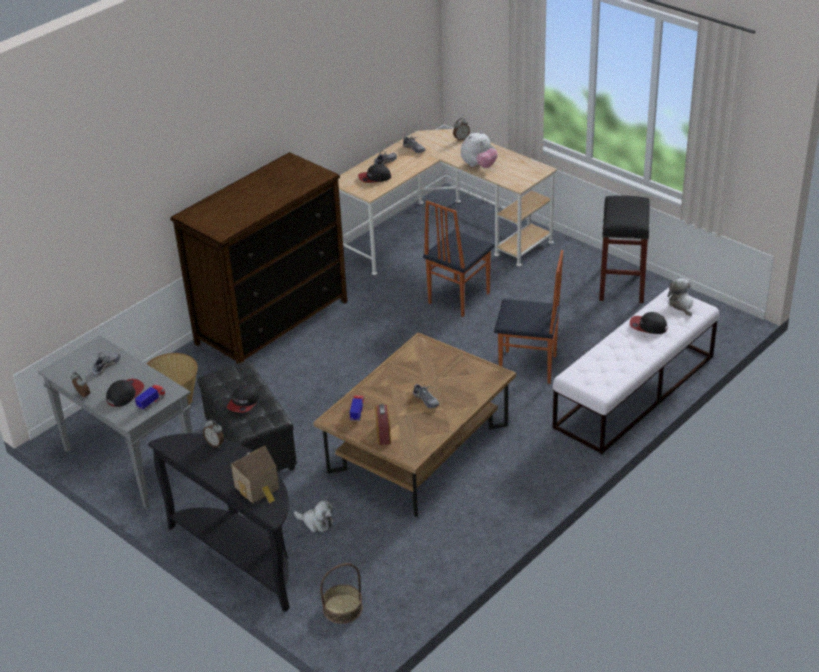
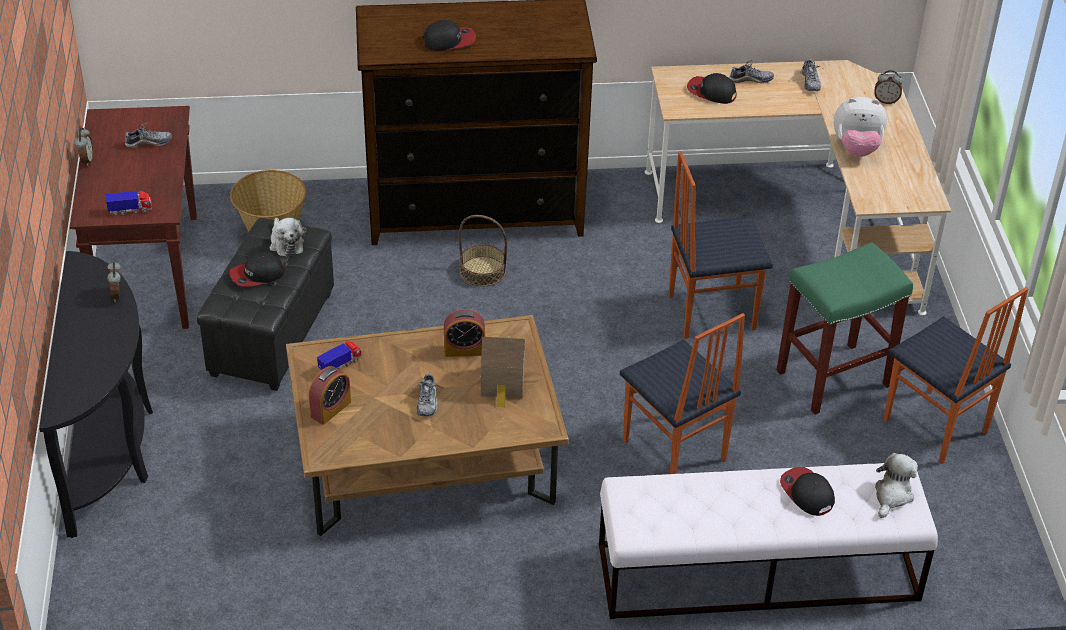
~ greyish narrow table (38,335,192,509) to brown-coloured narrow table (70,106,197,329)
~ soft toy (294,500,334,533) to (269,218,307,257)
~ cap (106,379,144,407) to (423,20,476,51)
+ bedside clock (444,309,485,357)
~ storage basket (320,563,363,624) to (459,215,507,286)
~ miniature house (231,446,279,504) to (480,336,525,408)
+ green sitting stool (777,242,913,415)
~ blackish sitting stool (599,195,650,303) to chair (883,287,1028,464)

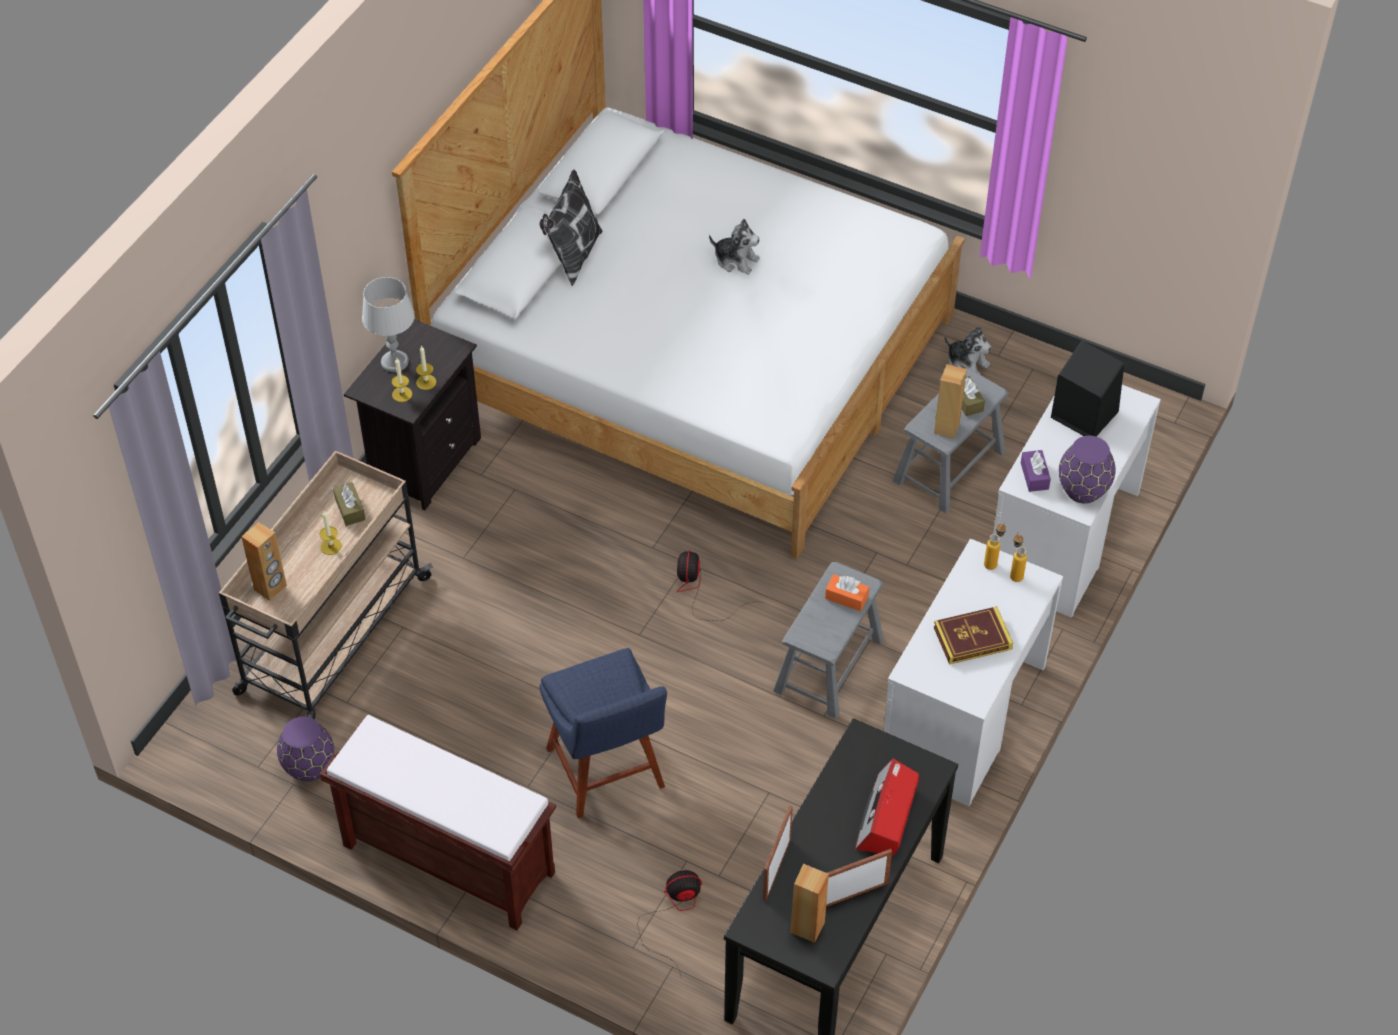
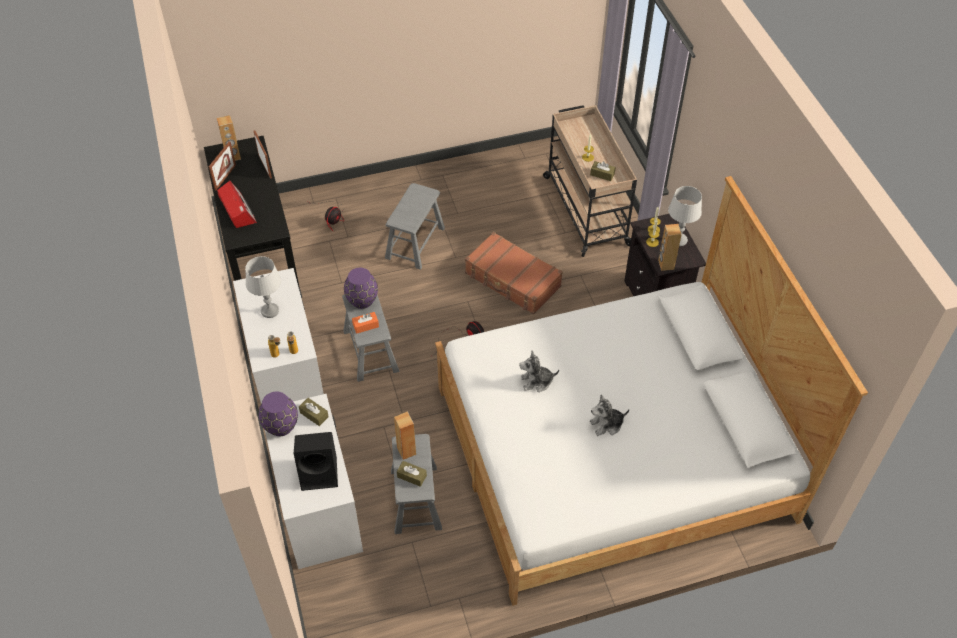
~ bound book (934,606,1013,664) to greyish lamp for a table (245,256,281,318)
~ purplish box of tissues (1021,450,1051,492) to brown-coloured box of tissues (299,398,329,426)
~ purplish decorative vase (277,716,334,782) to (344,268,378,309)
~ blue chair (539,648,667,818) to greyish sitting stool (385,183,445,270)
+ brown-coloured suitcase (465,232,563,314)
~ soft toy (944,326,991,374) to (519,350,559,392)
~ brown-coloured loudspeaker (241,522,287,601) to (658,224,682,271)
- brown-coloured long seat (320,715,556,930)
- throw pillow (540,169,603,286)

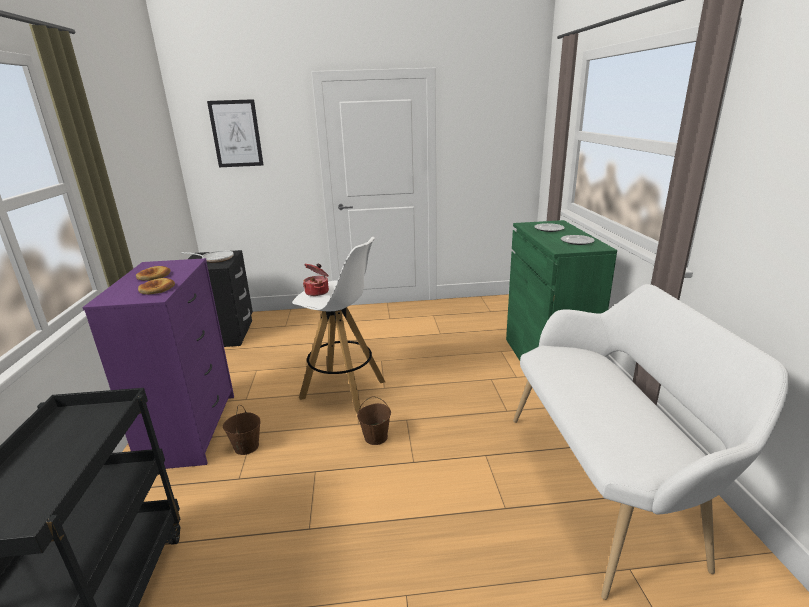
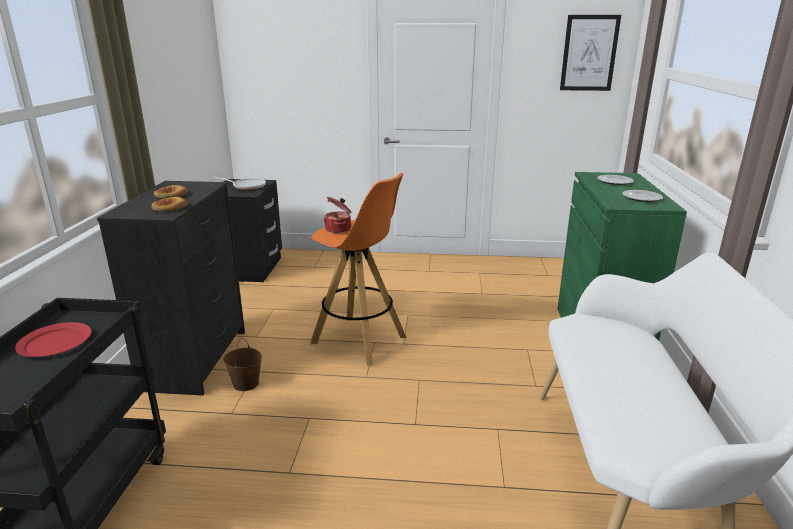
+ red-coloured dinner plate (15,322,91,357)
~ purplish dresser (82,258,234,469) to blackish dresser (97,181,245,396)
~ white sitting stool (292,237,385,413) to orangey sitting stool (310,173,407,366)
~ wall art (207,99,263,167) to (560,15,621,91)
- brown-coloured pail (357,396,391,445)

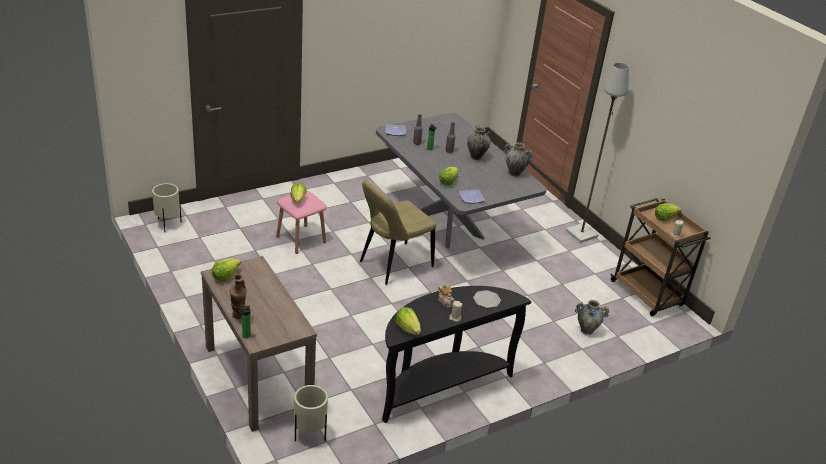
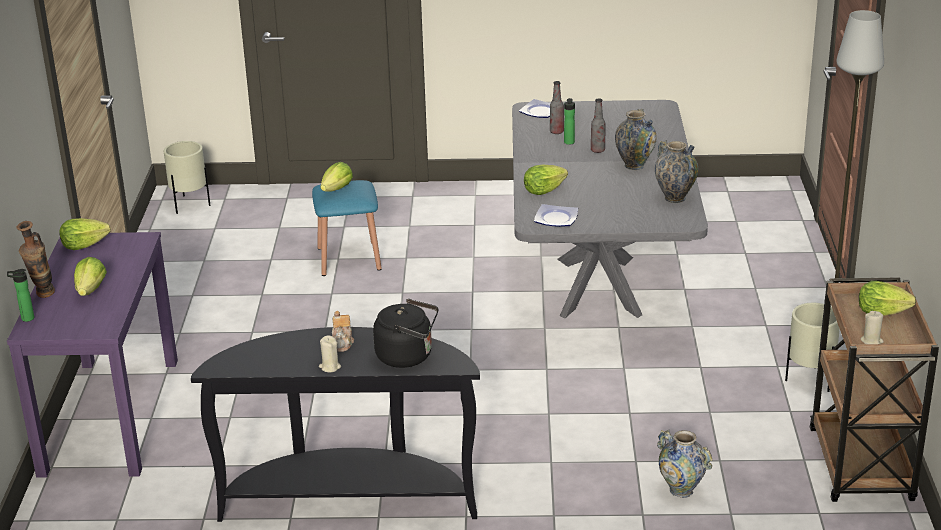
~ brown-coloured narrow table (201,256,317,432) to purplish narrow table (7,232,178,478)
~ head of lettuce (396,307,421,335) to (74,257,107,296)
~ pink sitting stool (276,191,327,254) to blue sitting stool (312,180,382,276)
~ dinner plate (473,290,501,308) to blackish tea kettle (373,299,438,368)
~ beige planter (294,385,328,441) to (785,303,840,392)
- beige chair (360,180,436,285)

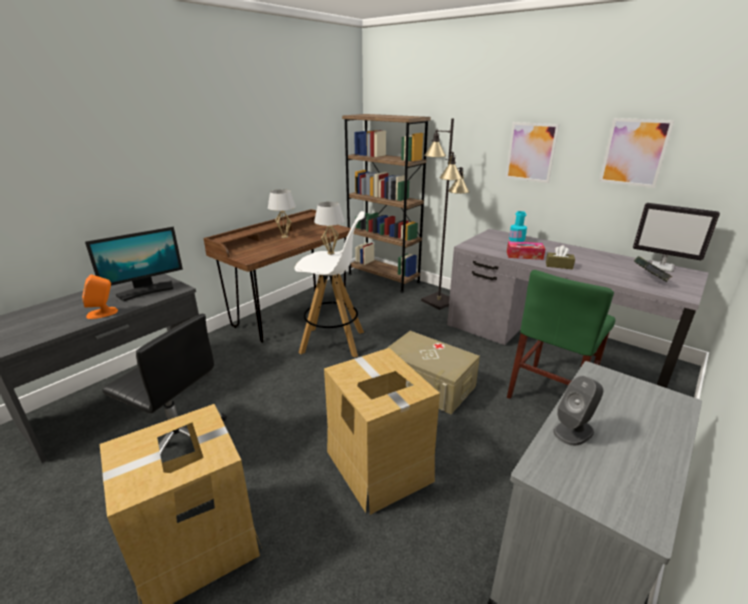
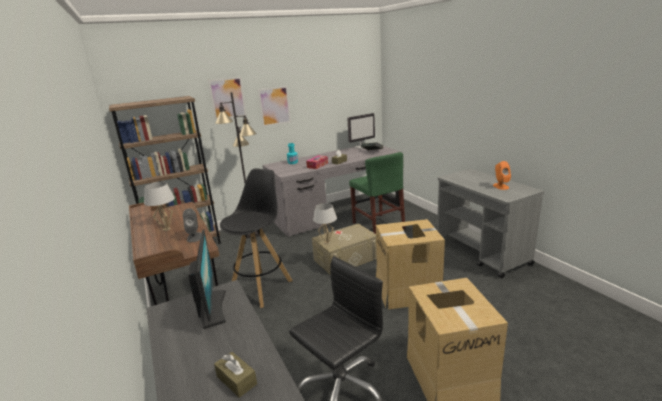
~ greyish loudspeaker (553,376,603,446) to (183,208,202,242)
~ wall art (599,118,675,188) to (208,77,247,120)
+ brown-coloured box of tissues (214,352,257,398)
~ white sitting stool (294,211,365,358) to blackish sitting stool (220,168,292,308)
~ white lamp for a table (314,202,345,255) to (313,203,337,244)
~ orangey loudspeaker (82,274,118,319) to (493,161,511,190)

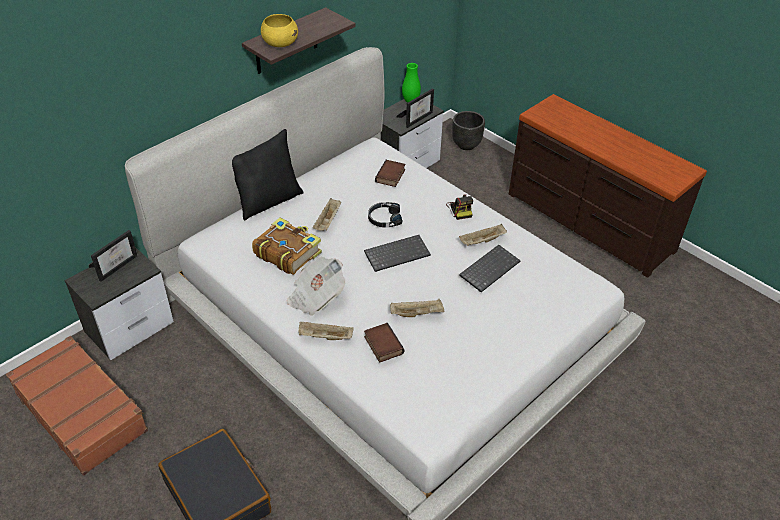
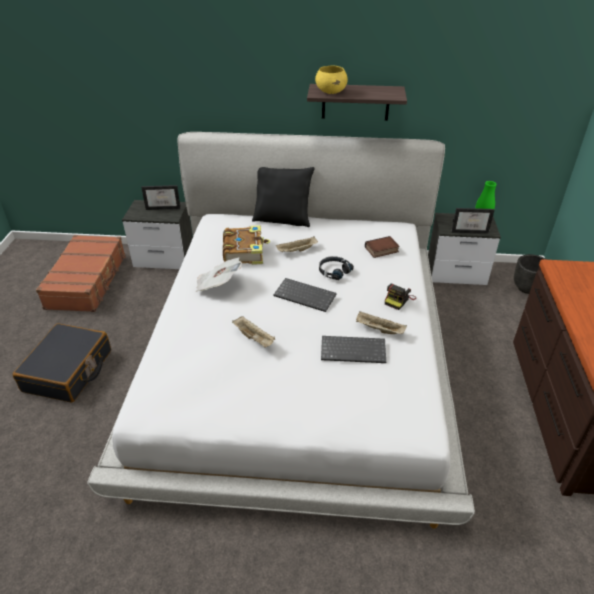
- beige tray (299,321,354,340)
- bound book (364,323,404,363)

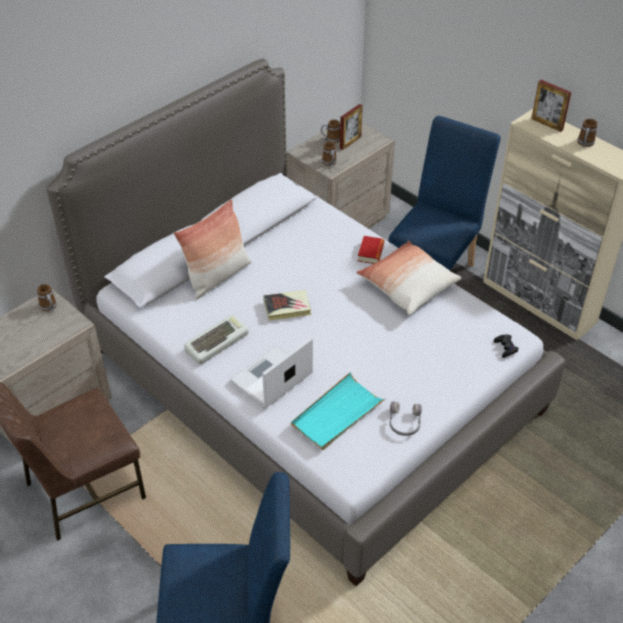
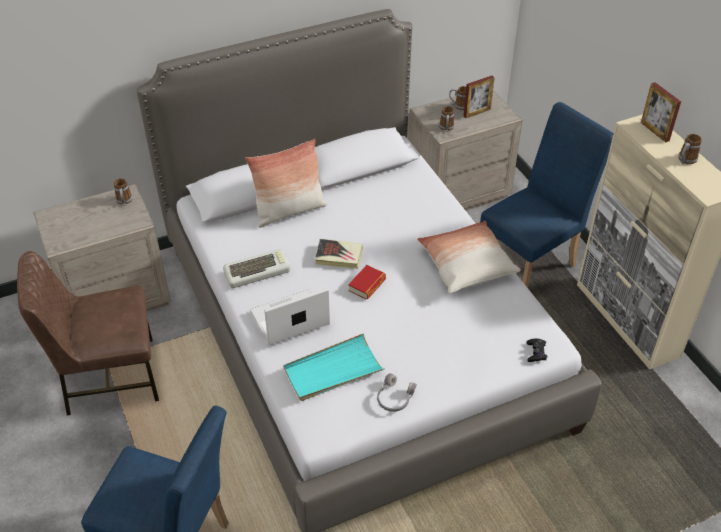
~ bound book (358,236,384,264) to (348,265,386,300)

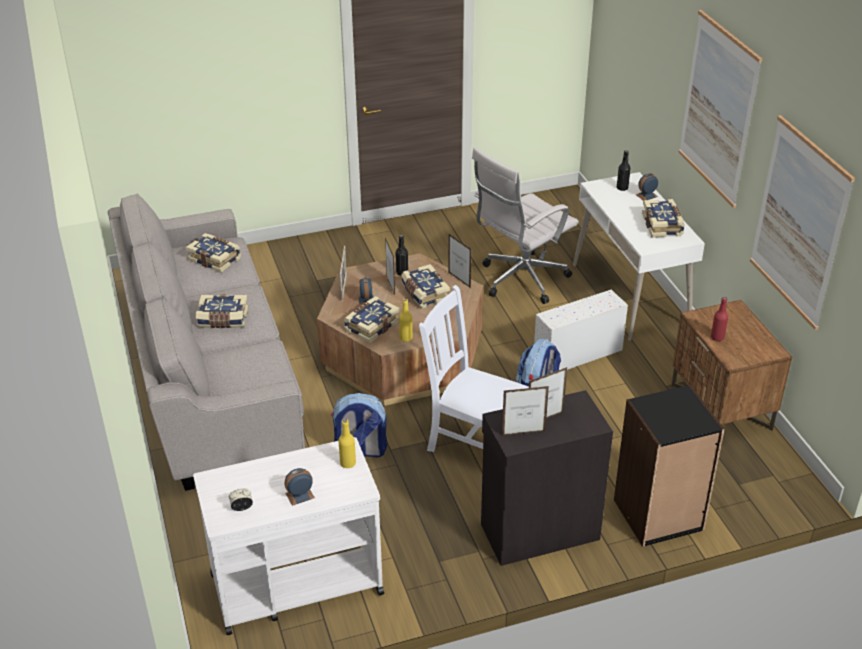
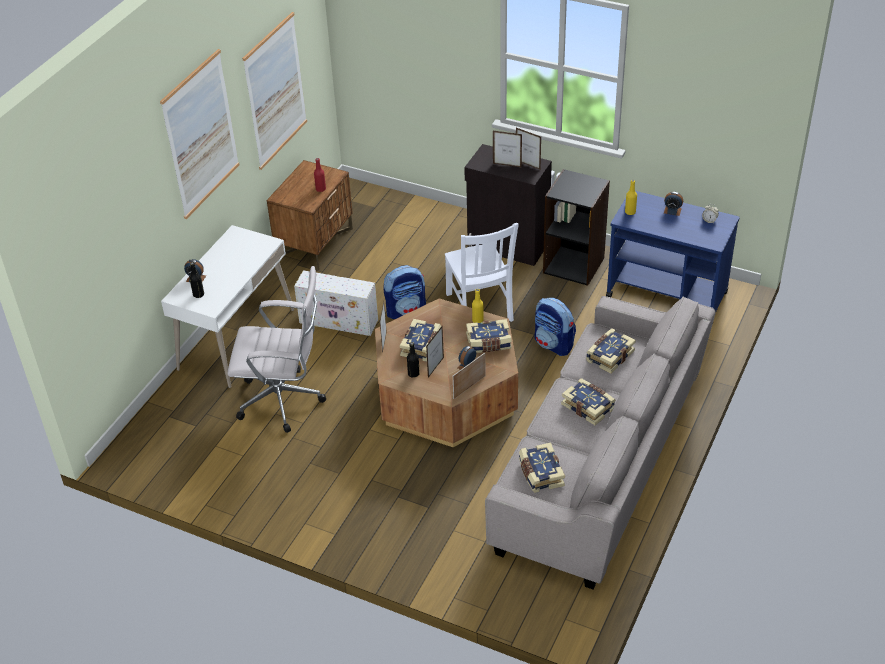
~ blackish bookcase (614,385,725,547) to (543,169,610,286)
~ bound book (642,199,685,238) to (586,328,636,374)
~ white wheeled cart (193,437,384,635) to blue wheeled cart (606,191,740,322)

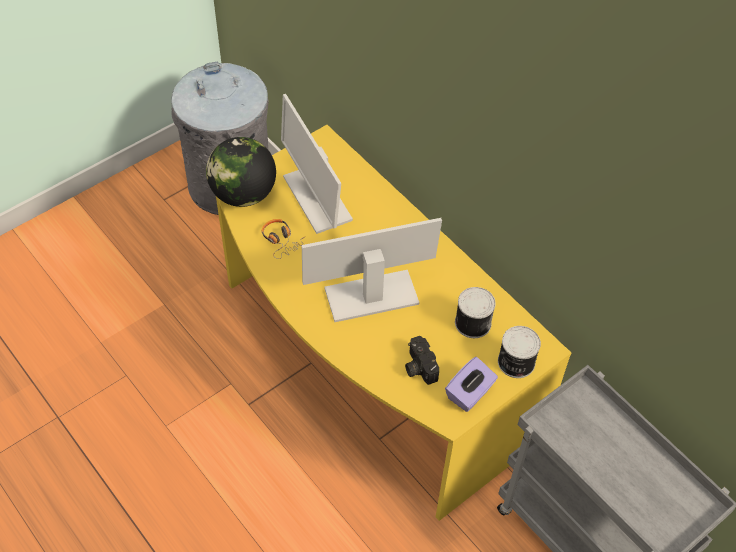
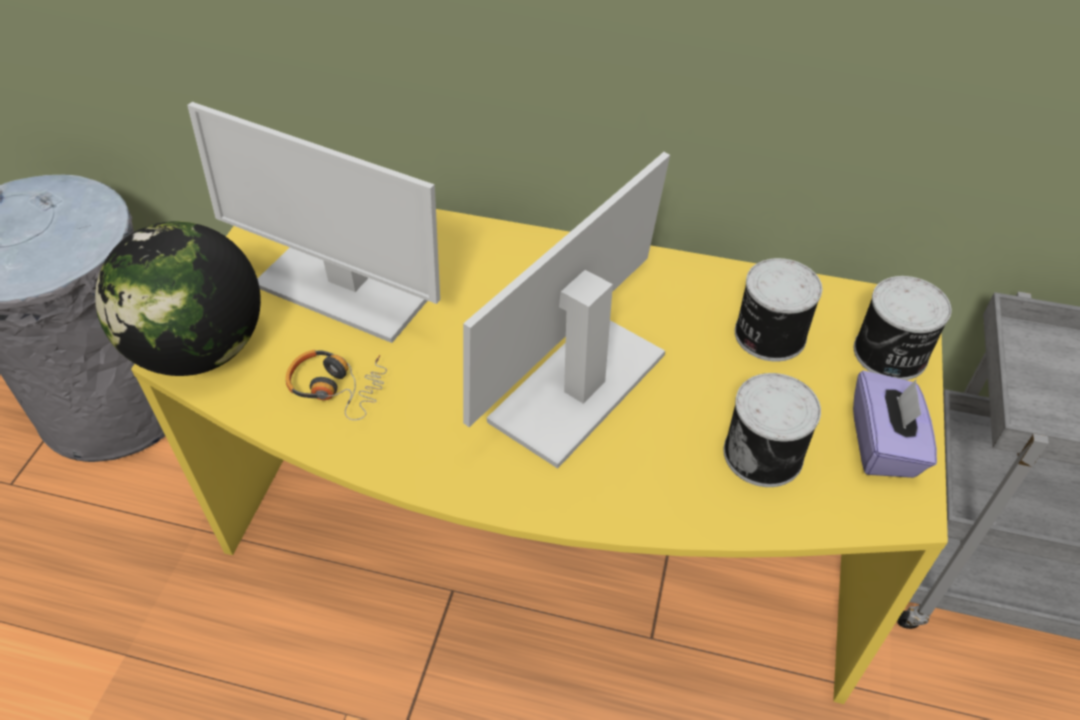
~ photo camera (405,336,439,385) to can (723,373,821,487)

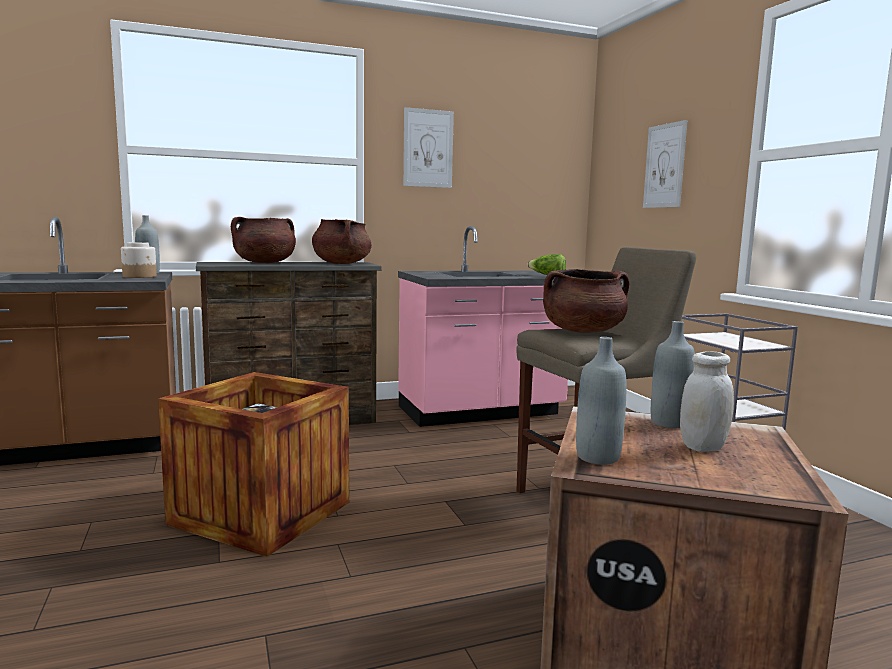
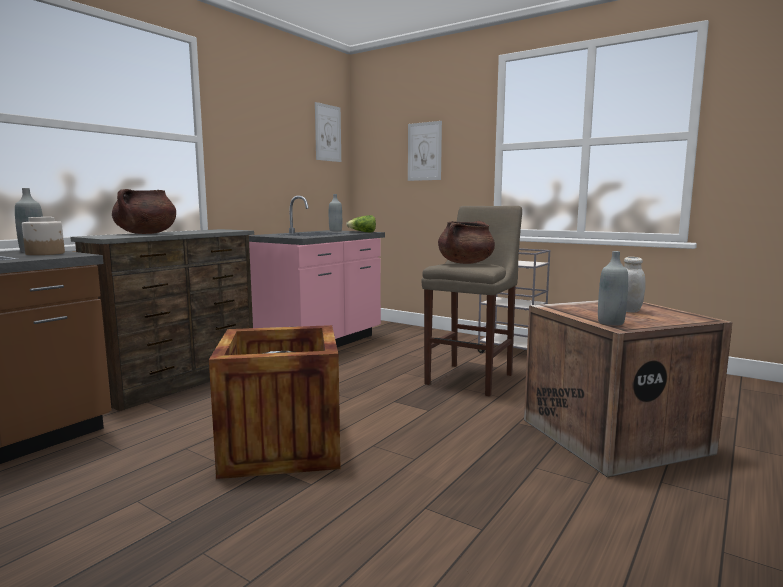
~ wall art (403,107,454,188) to (315,102,341,162)
~ greyish drink bottle (651,321,695,428) to (329,194,342,231)
- brown-coloured stockpot (312,219,372,264)

